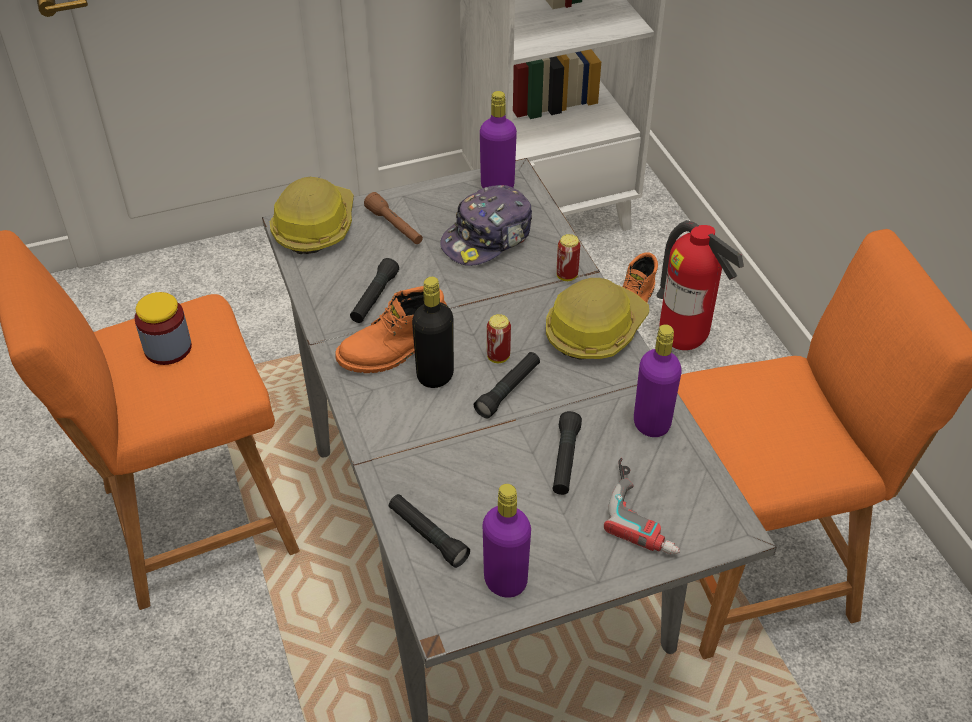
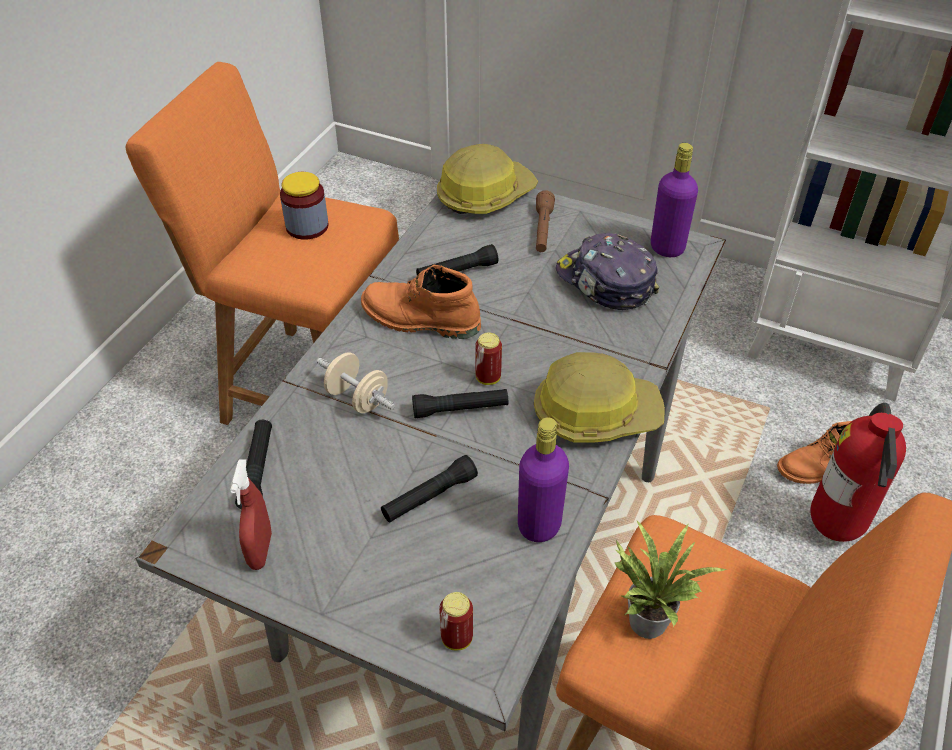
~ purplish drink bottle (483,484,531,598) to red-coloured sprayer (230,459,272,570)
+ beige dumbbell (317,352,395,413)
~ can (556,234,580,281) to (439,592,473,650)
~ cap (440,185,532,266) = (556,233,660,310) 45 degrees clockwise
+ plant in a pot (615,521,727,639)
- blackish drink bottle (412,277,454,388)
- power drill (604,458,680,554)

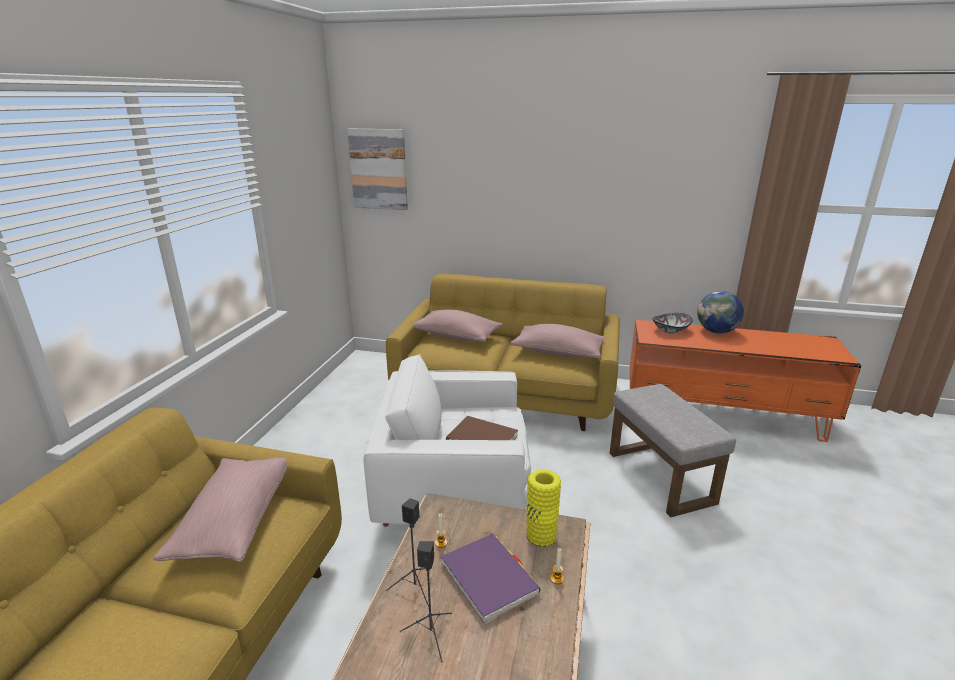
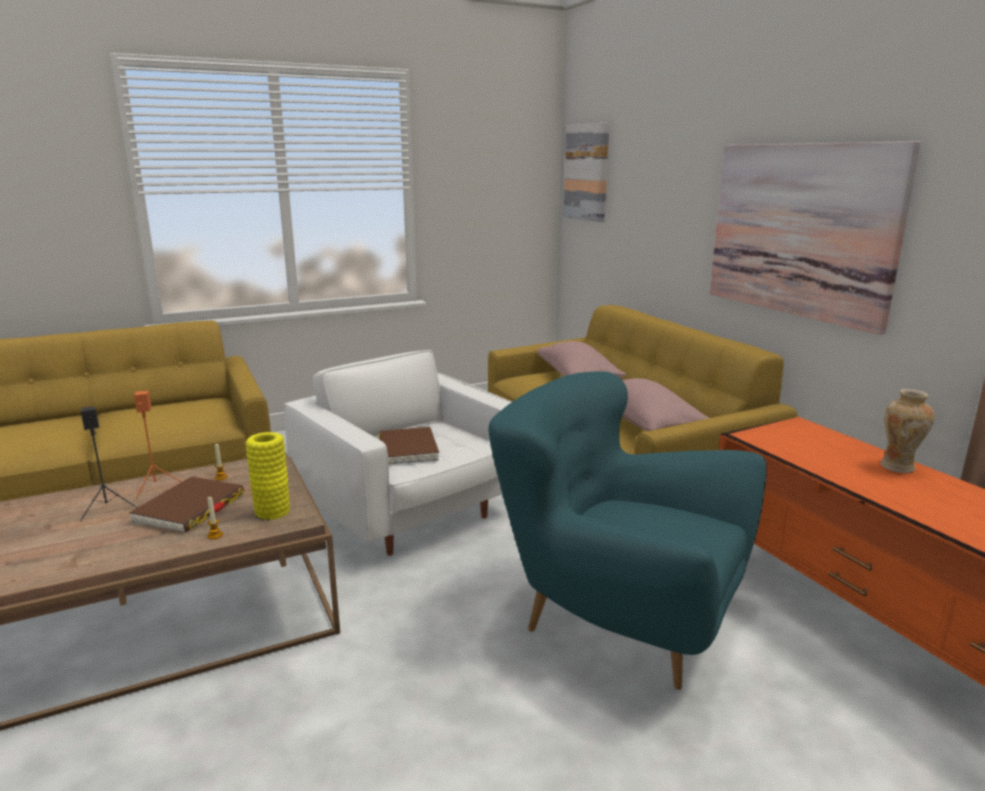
~ purplish bound book (441,534,541,624) to brown-coloured bound book (129,476,244,533)
~ blackish loudspeaker (386,498,429,607) to orangey loudspeaker (134,391,182,499)
~ greyish footrest (610,384,736,517) to blue-green armchair (488,371,767,690)
+ wall art (710,141,921,335)
~ desk globe (697,291,744,333) to decorative vase (880,389,935,473)
- pink throw pillow (153,457,287,562)
- bowl (652,313,692,333)

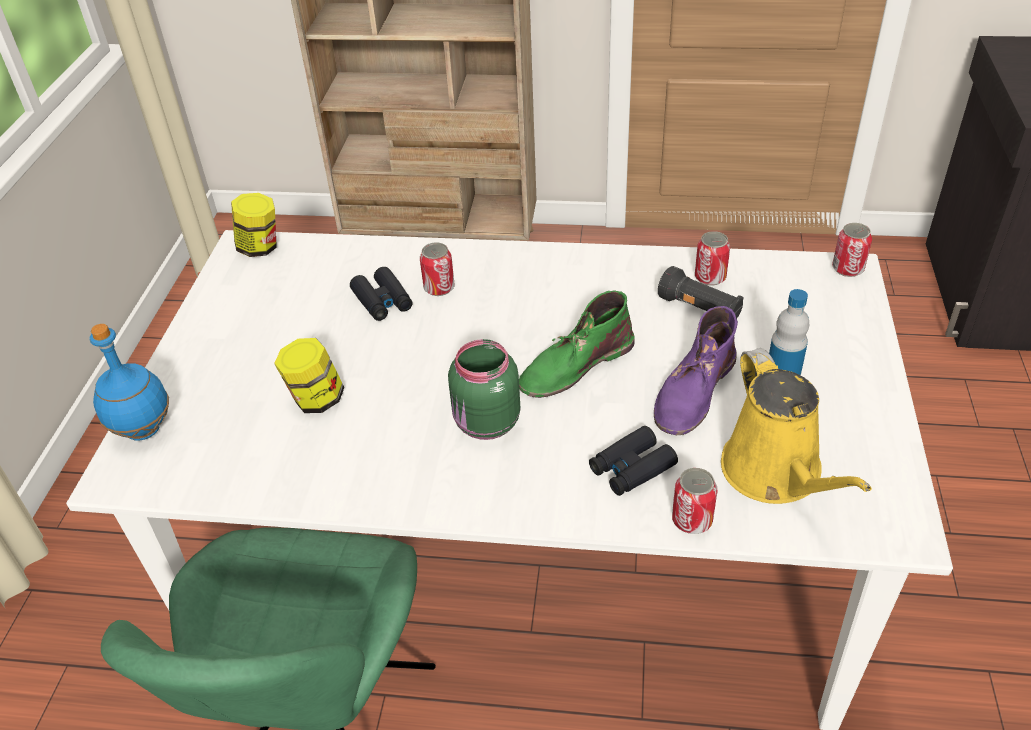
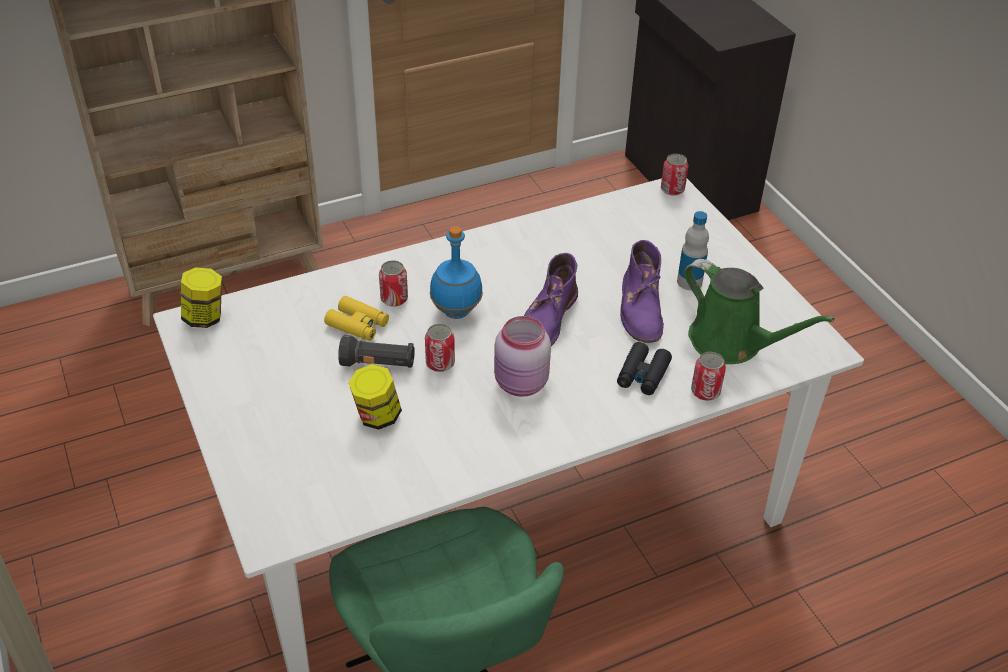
~ blackish field glasses (350,267,413,321) to yellow-coloured field glasses (324,296,389,341)
~ blackish torch (658,266,744,319) to (338,335,415,368)
~ can (695,231,730,286) to (425,324,455,372)
~ blue drink bottle (90,324,169,441) to (430,226,483,319)
~ green jar (448,339,520,440) to pink jar (494,316,551,397)
~ green high-top boot (519,290,635,398) to purplish high-top boot (524,253,578,346)
~ yellow-coloured sprinkling can (721,348,872,504) to green sprinkling can (684,259,834,364)

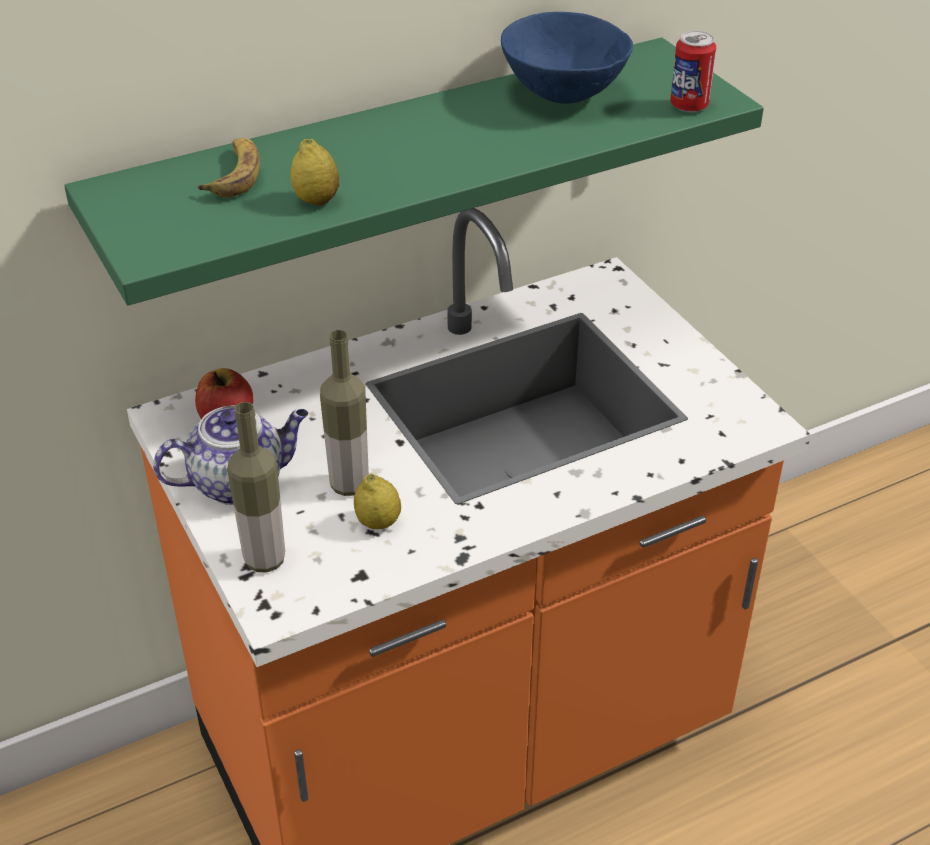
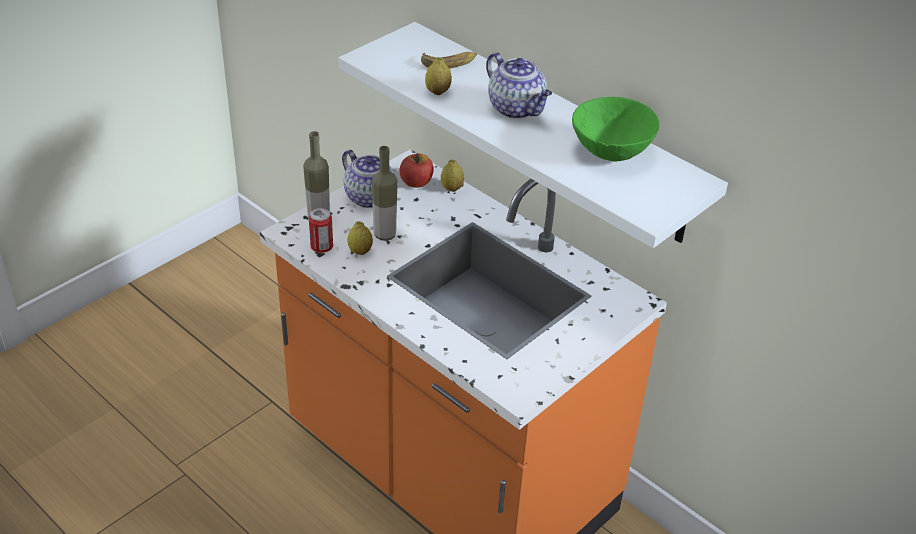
~ can (670,31,716,112) to (309,208,333,253)
~ green wall shelf (64,38,764,305) to white wall shelf (338,22,728,248)
+ whole lemon (441,159,464,192)
+ pot for tea (486,52,552,119)
~ blue bowl (501,12,633,104) to green bowl (572,97,660,161)

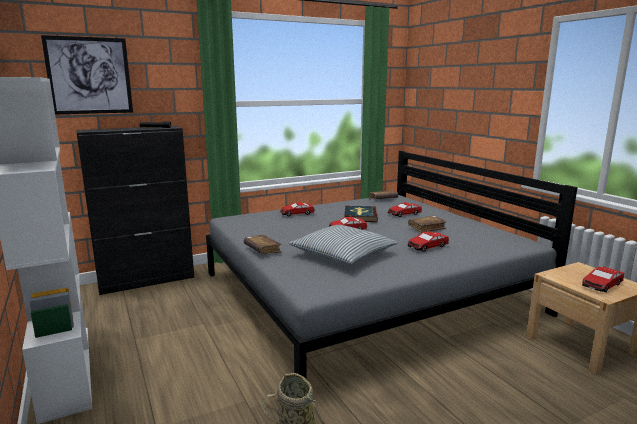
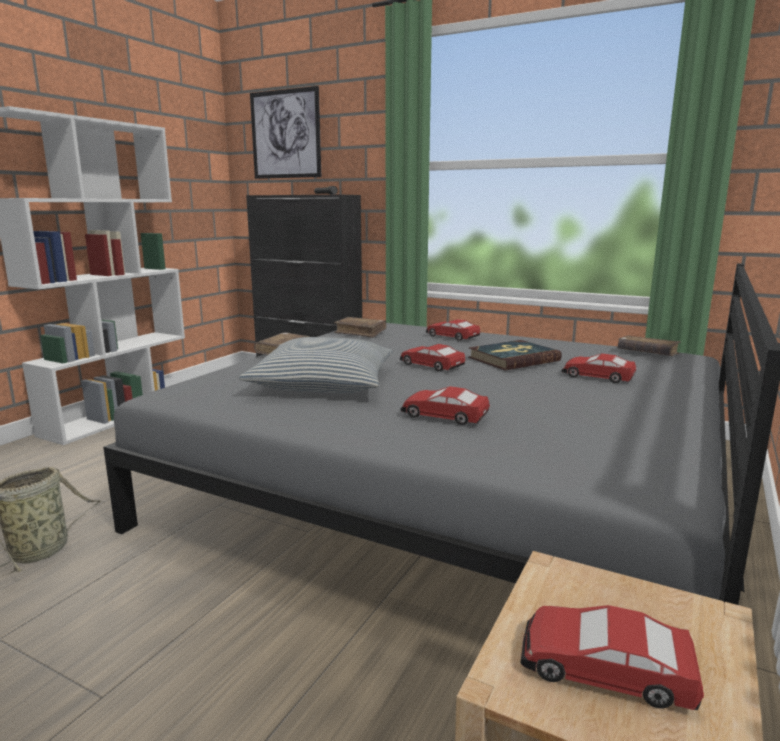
~ brown-coloured bound book (408,216,447,233) to (334,317,386,338)

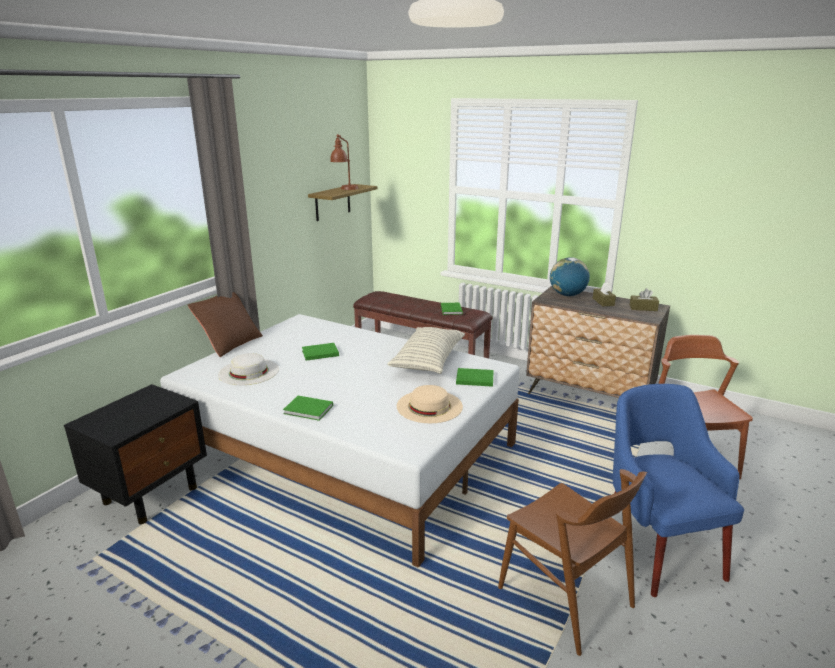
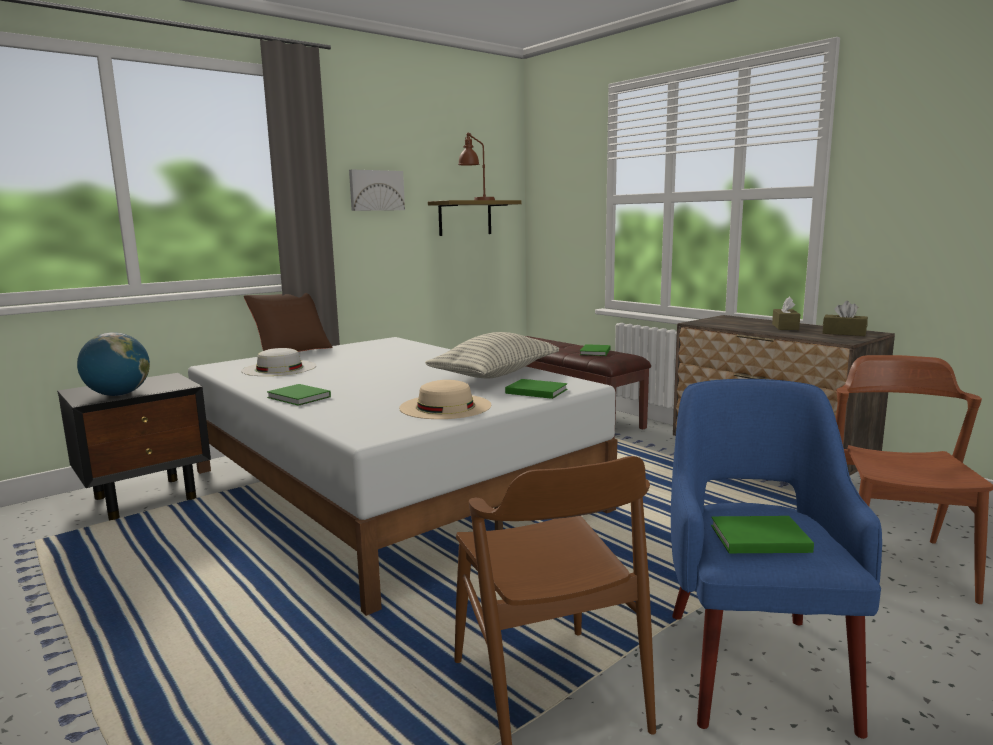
~ desk globe (550,257,590,296) to (77,332,150,396)
+ wall art (349,169,405,211)
~ green bound book (302,343,339,361) to (711,516,814,553)

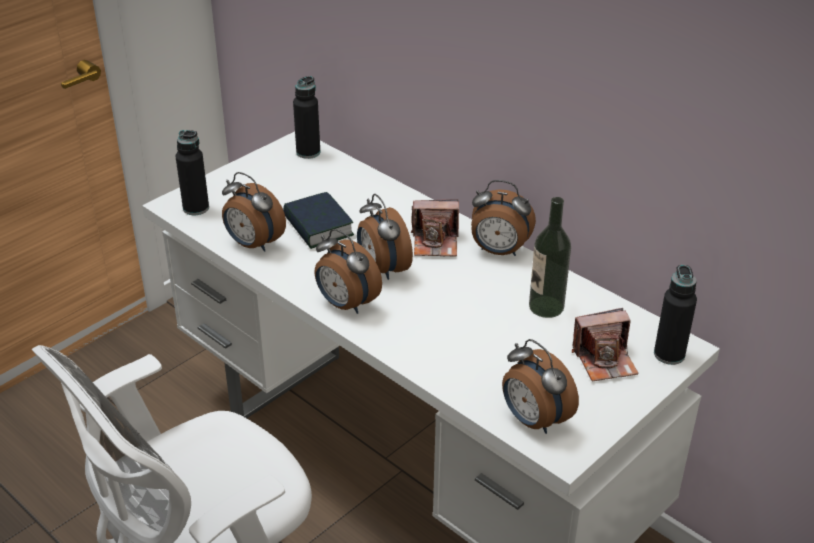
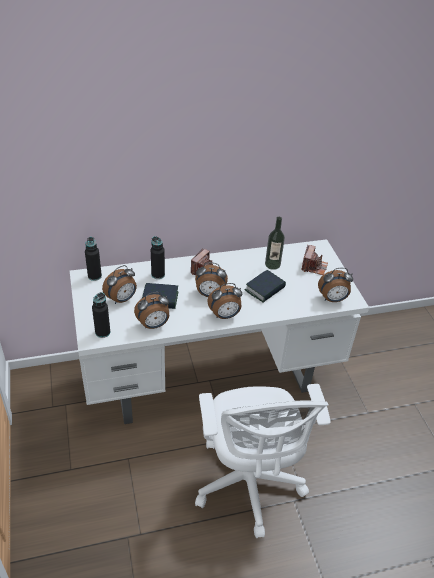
~ bedside clock (471,180,536,256) to (102,265,137,304)
~ blackish drink bottle (654,265,697,365) to (151,236,165,279)
+ bound book (245,270,286,302)

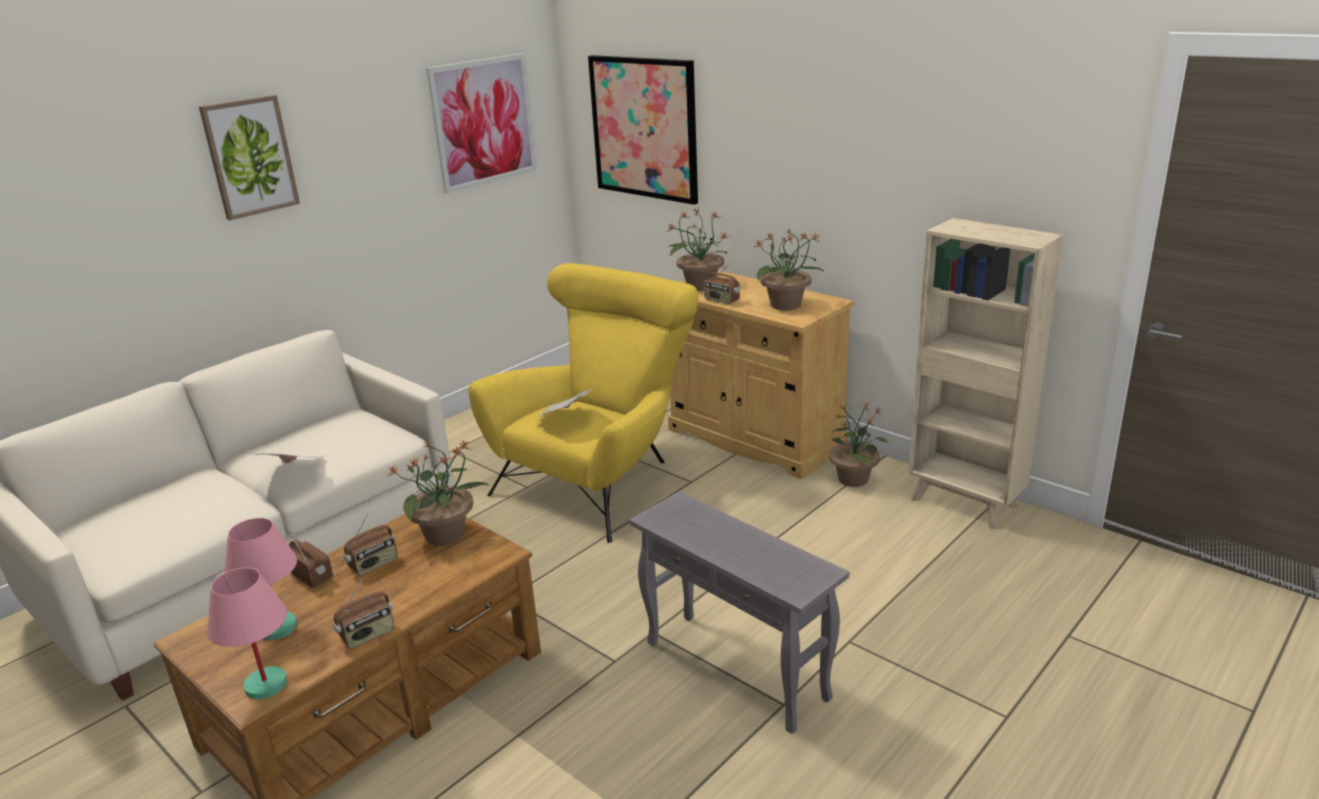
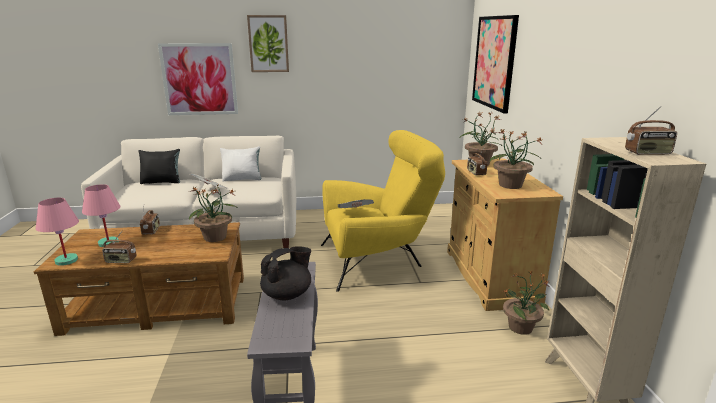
+ blackish throw pillow (138,149,180,184)
~ wall art (426,53,537,194) to (158,43,238,115)
+ white throw pillow (220,146,261,182)
+ blackish pot for tea (260,247,311,300)
~ radio set (344,513,398,576) to (625,106,677,155)

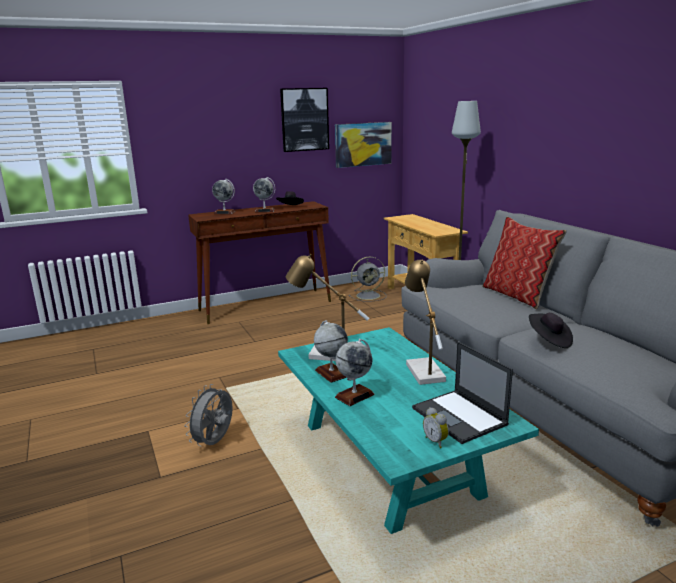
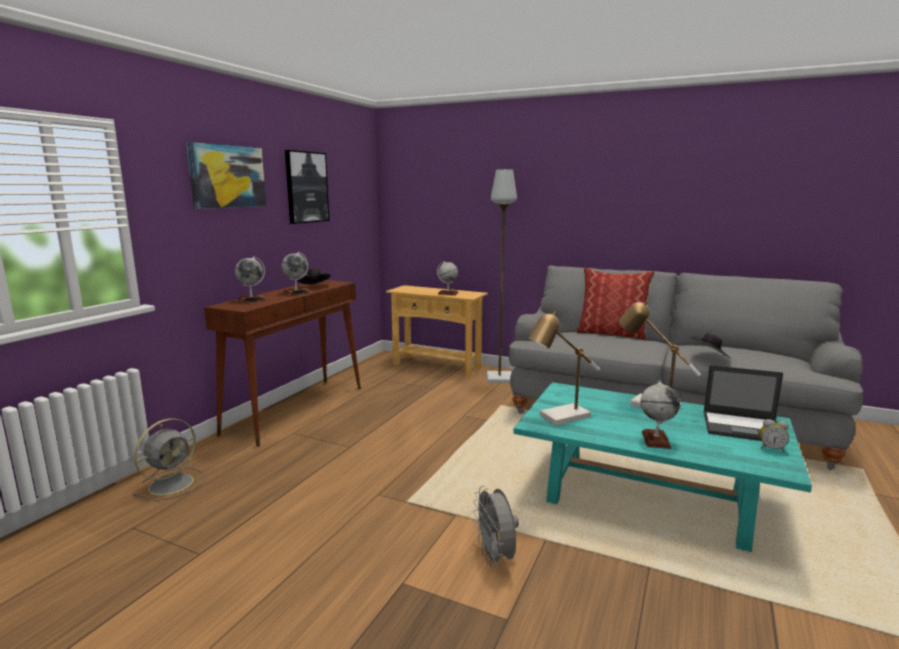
~ greyish fan (349,257,387,302) to (133,418,205,501)
~ wall art (335,122,392,168) to (186,142,266,209)
~ desk globe (314,320,348,383) to (437,261,458,295)

